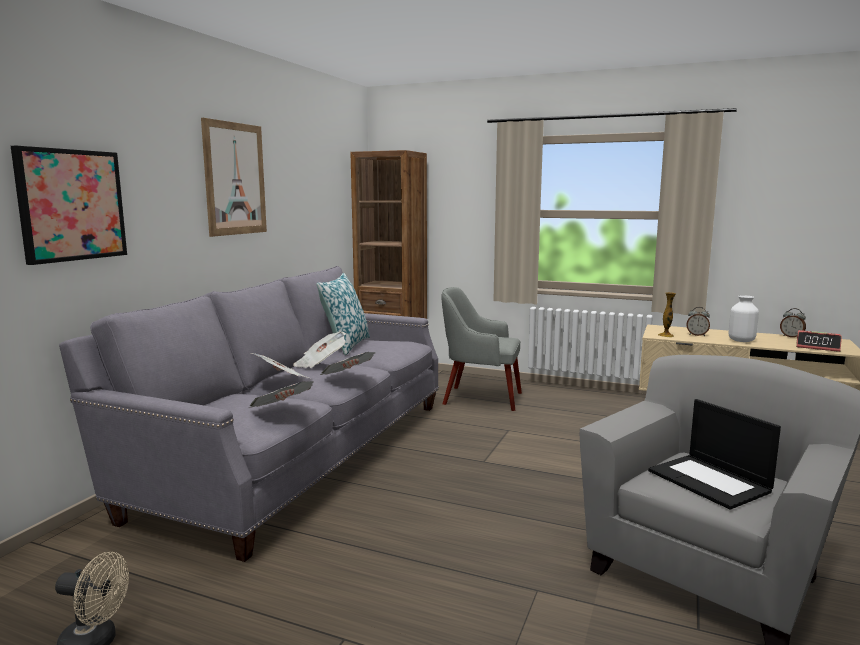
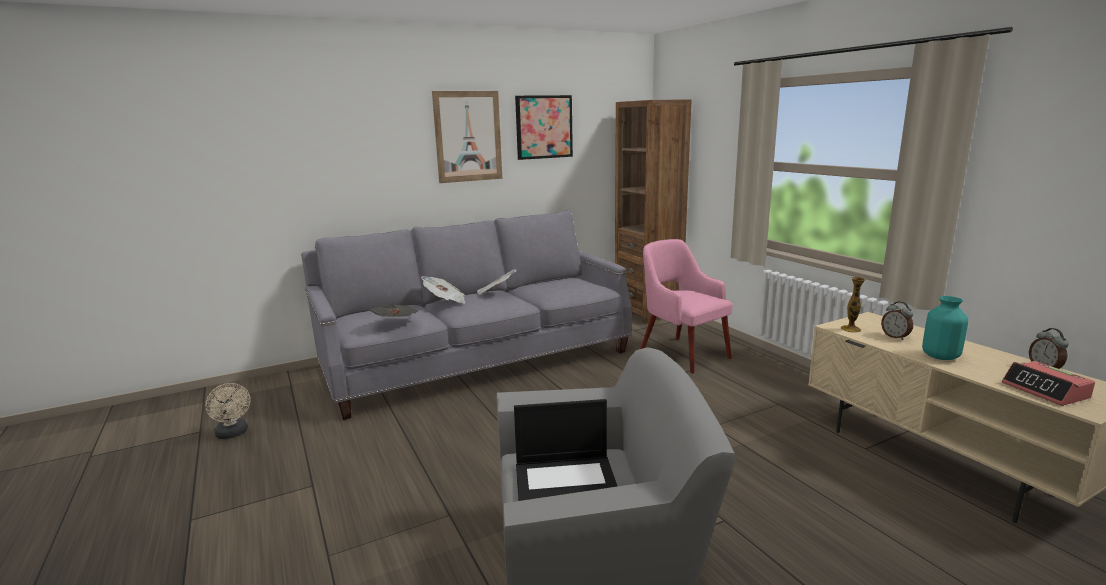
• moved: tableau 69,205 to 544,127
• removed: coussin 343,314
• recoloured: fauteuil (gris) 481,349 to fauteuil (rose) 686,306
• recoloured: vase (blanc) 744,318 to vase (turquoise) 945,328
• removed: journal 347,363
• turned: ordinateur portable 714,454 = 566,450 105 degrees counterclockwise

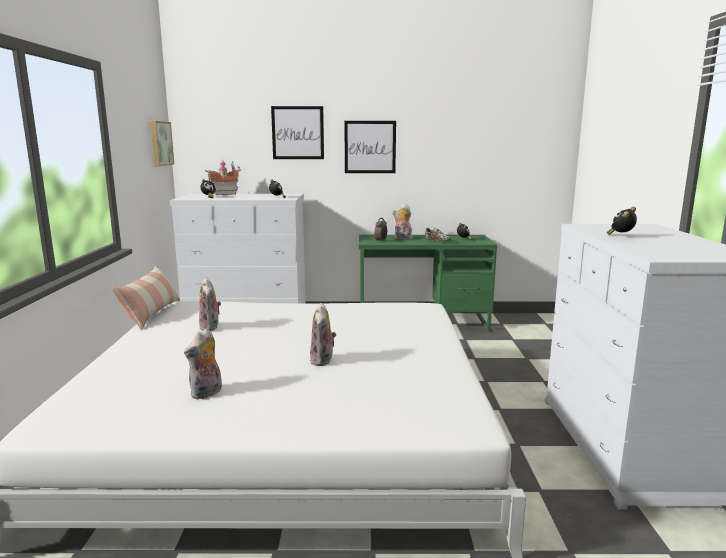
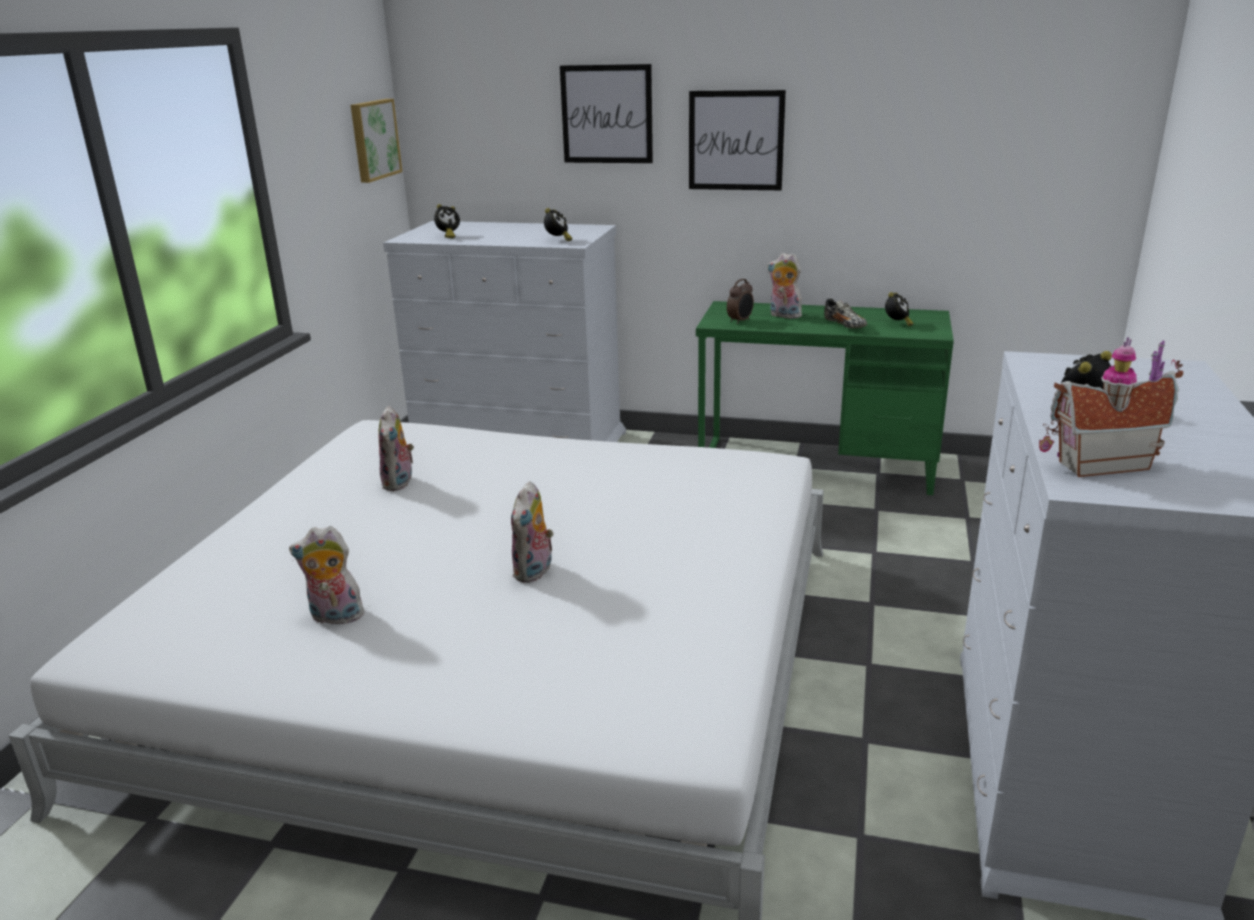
• moved: maison miniature 223,177 to 1111,407
• removed: coussin 146,297
• turned: peluche 203,364 = 326,575 45 degrees clockwise

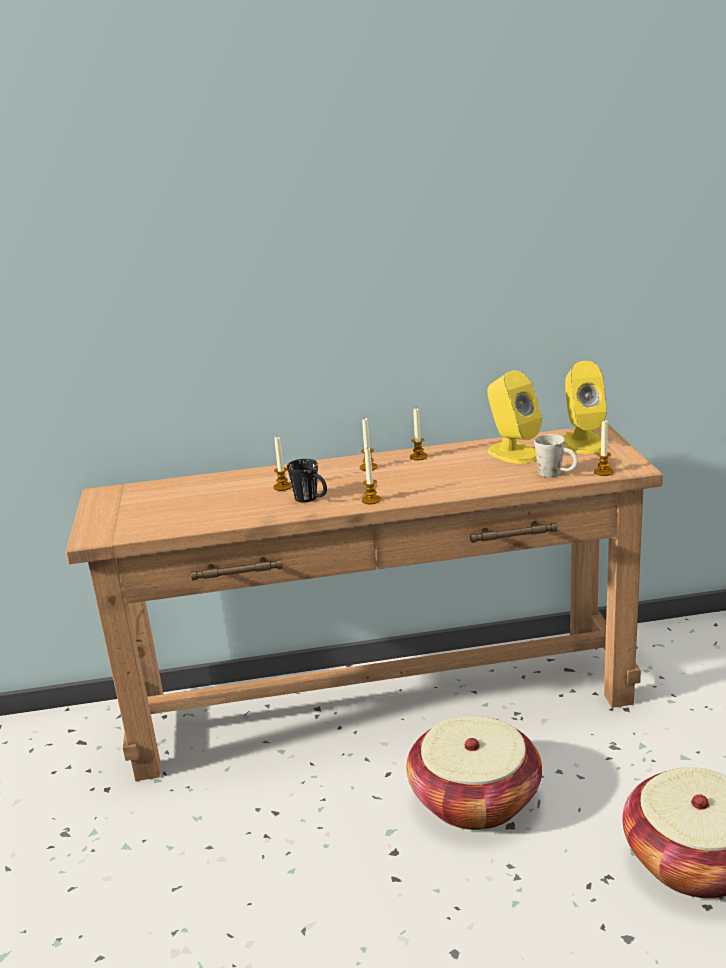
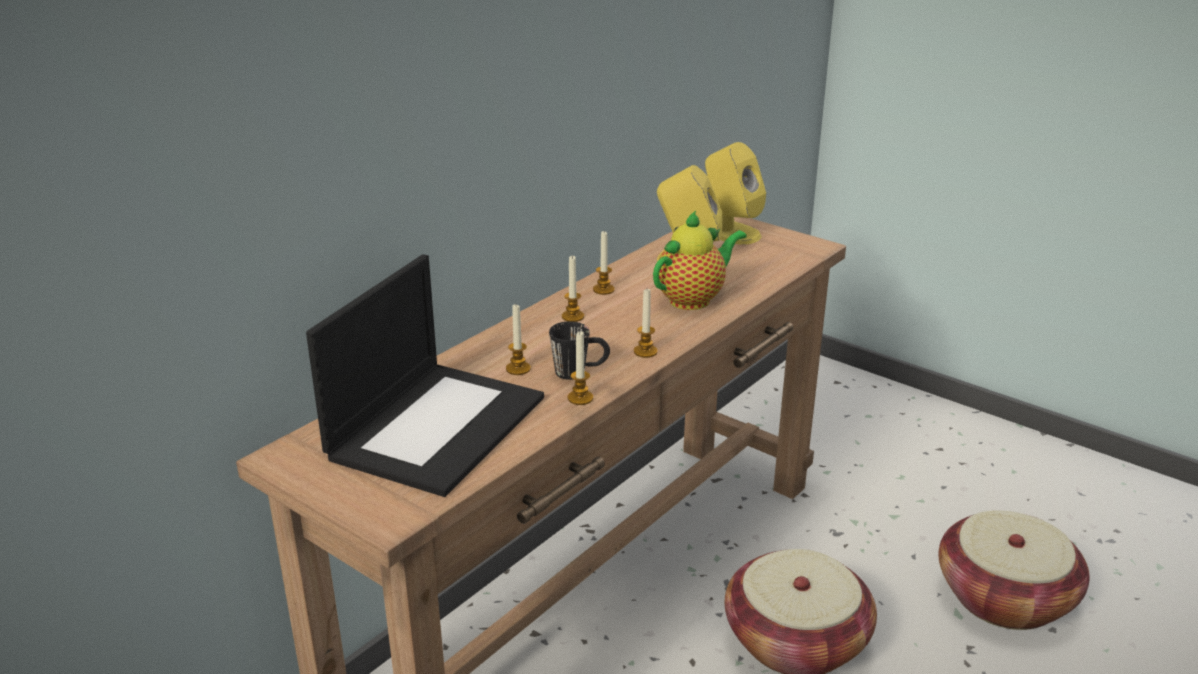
• moved: bougie 604,448 to 580,368
• removed: mug (blanc) 556,455
• added: théière 700,260
• added: ordinateur portable 425,375

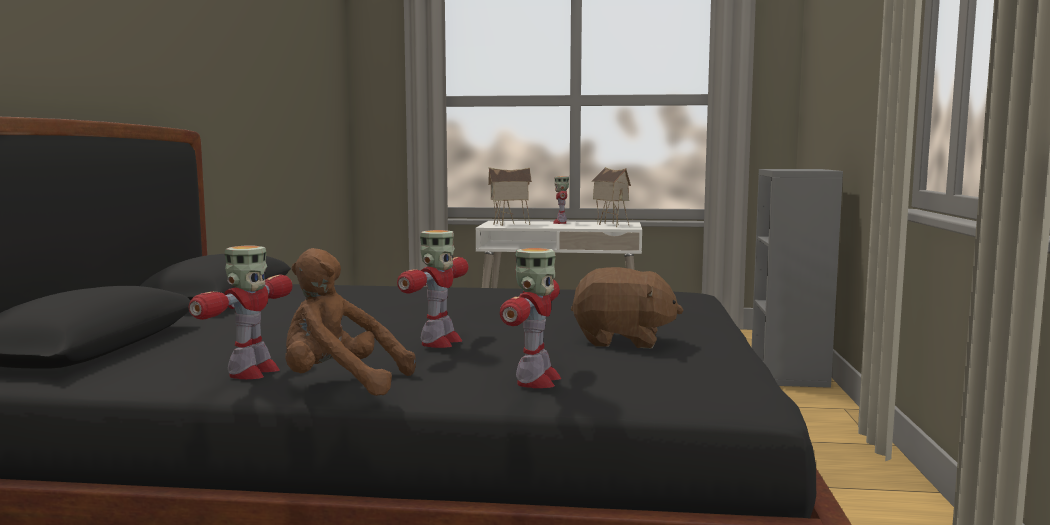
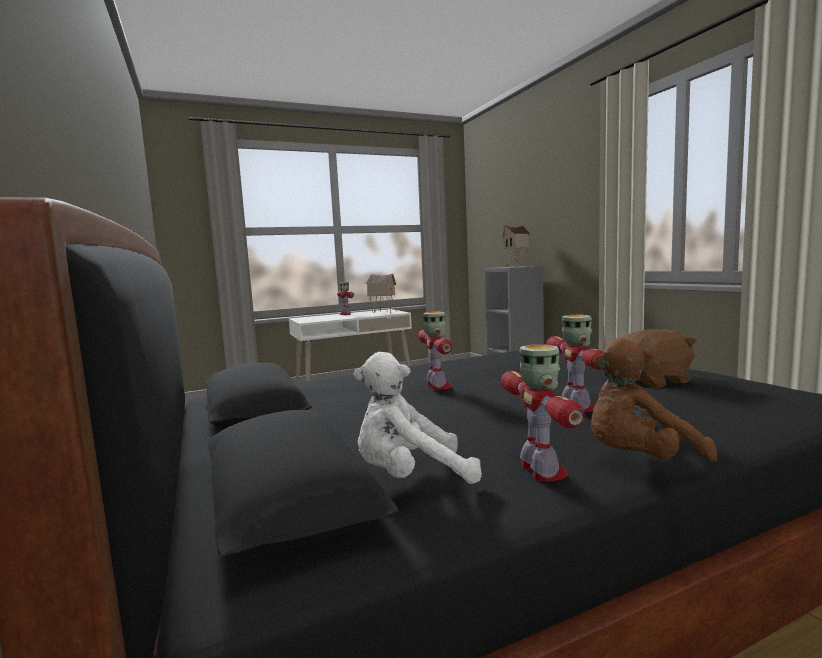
• moved: maison miniature 510,196 to 516,246
• moved: robot jouet 530,318 to 435,351
• added: peluche (blanc) 417,418

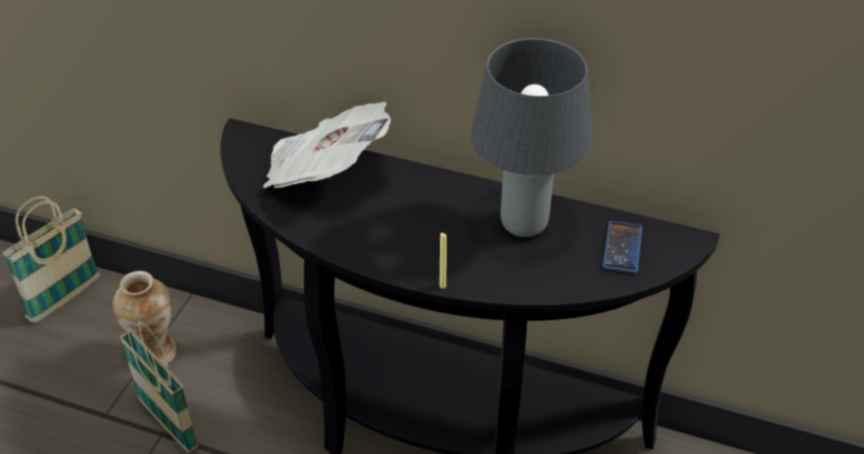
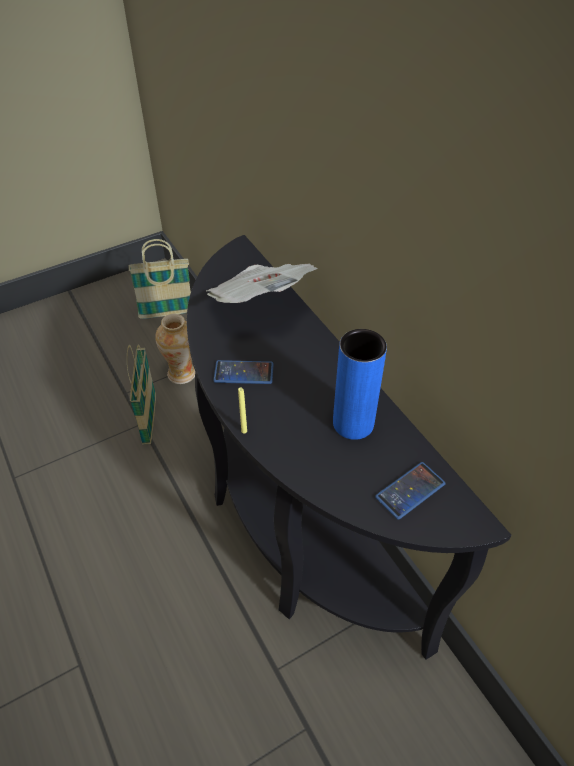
• replaced: lampe de table (gris) 531,137 to vase (bleu) 360,384
• added: téléphone 243,372

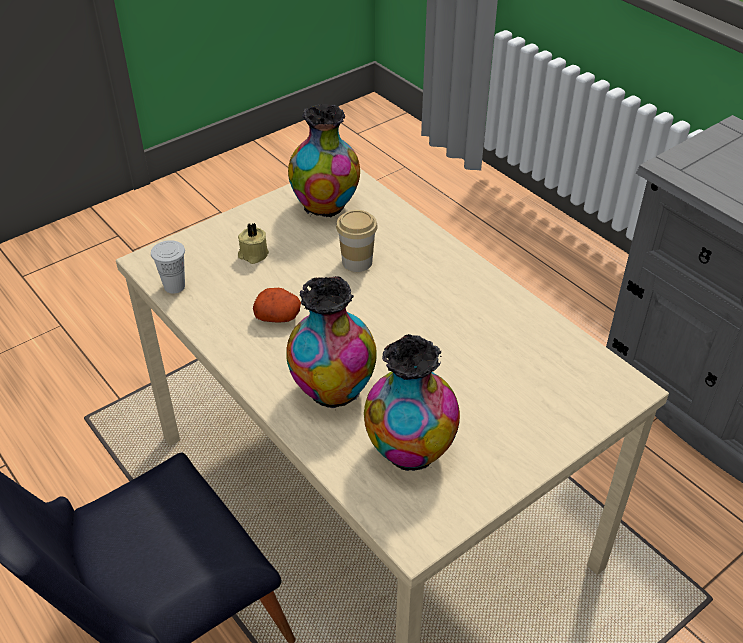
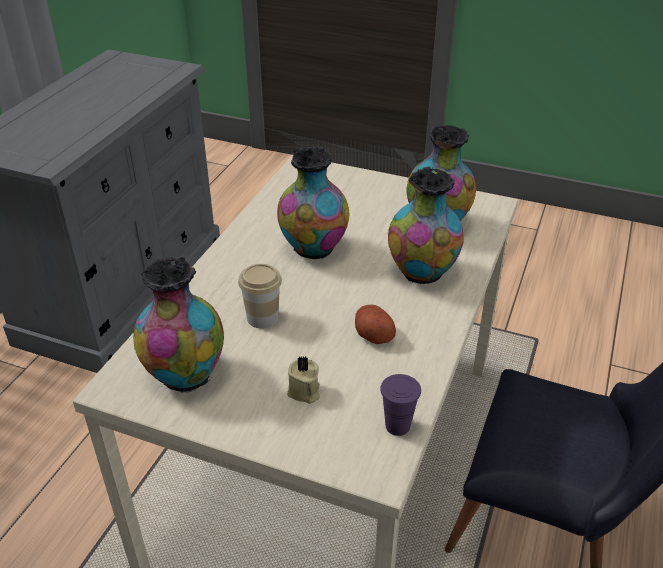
• recoloured: tasse (blanc) 168,267 to tasse (violet) 400,405
• added: vase 313,202

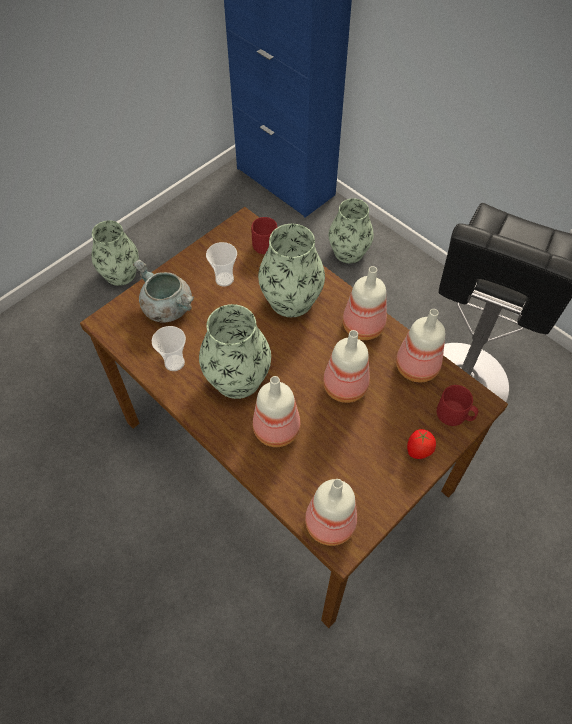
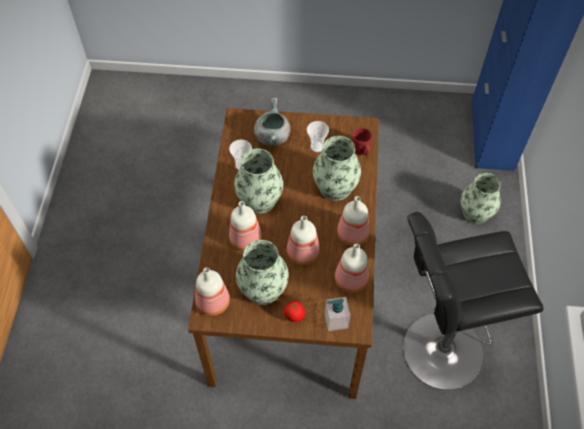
• moved: vase 115,253 to 262,272
• replaced: mug (rouge) 457,405 to distributeur de savon 337,314

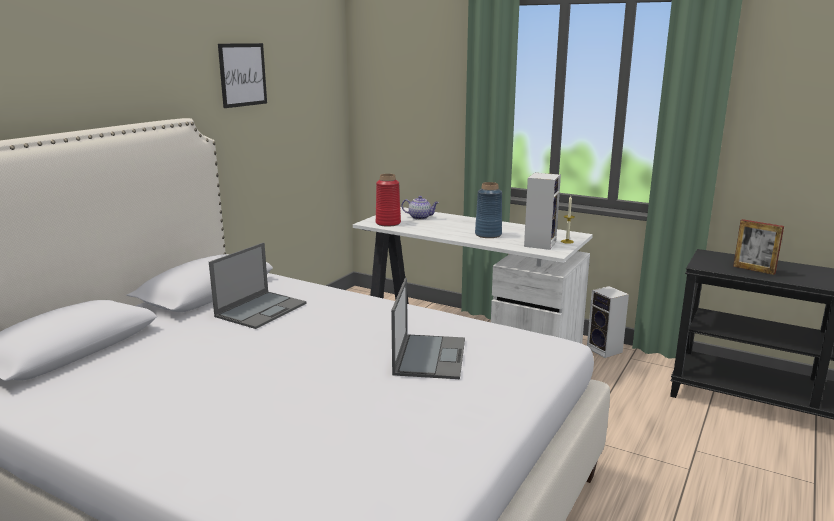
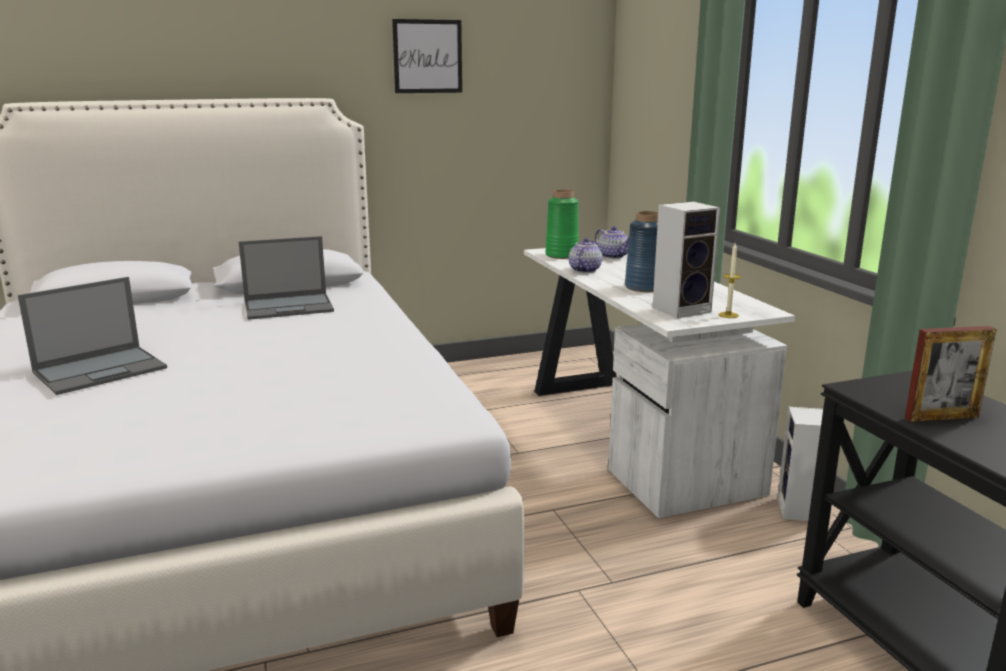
• recoloured: vase (rouge) 388,200 to vase (vert) 562,224
• turned: cadre photo 758,247 = 951,374 90 degrees counterclockwise
• moved: ordinateur portable 428,328 to 92,336
• added: théière 585,255

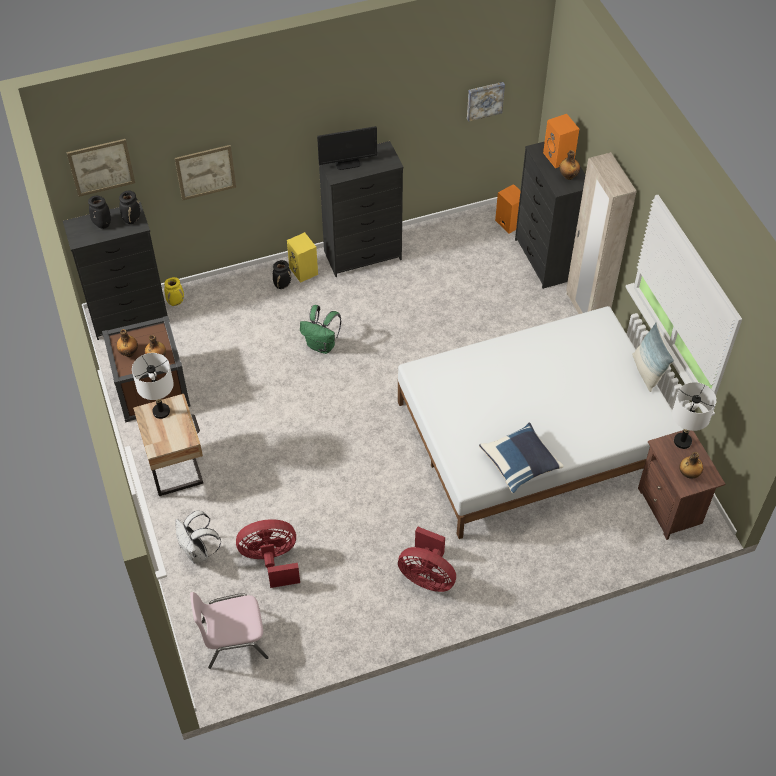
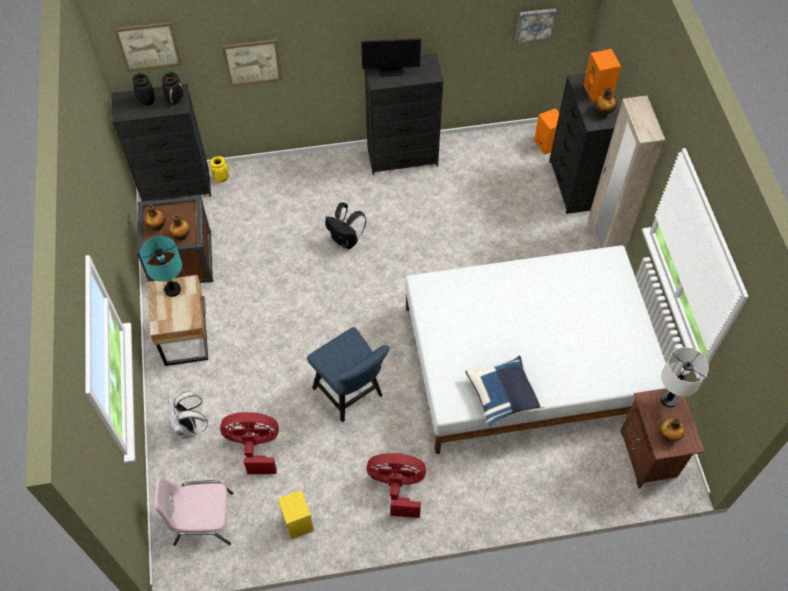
• moved: enceinte (jaune) 302,257 to 296,514
• removed: vase (noir) 282,274
• recoloured: sac à dos (vert) 320,329 to sac à dos (noir) 345,226
• removed: coussin 653,357
• recoloured: lampe de table (blanc) 153,386 to lampe de table (turquoise) 161,266
• turned: ventilateur (rouge) 427,559 = 396,485 150 degrees clockwise
• added: chaise (bleu) 348,374

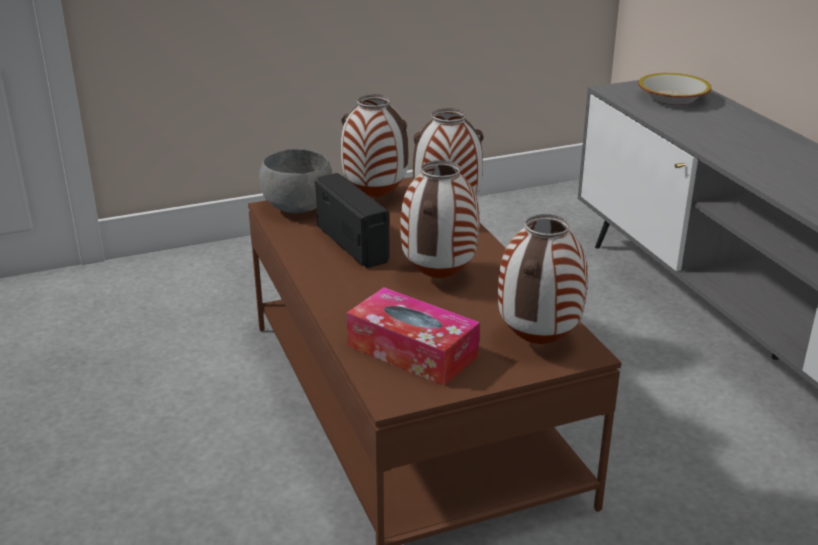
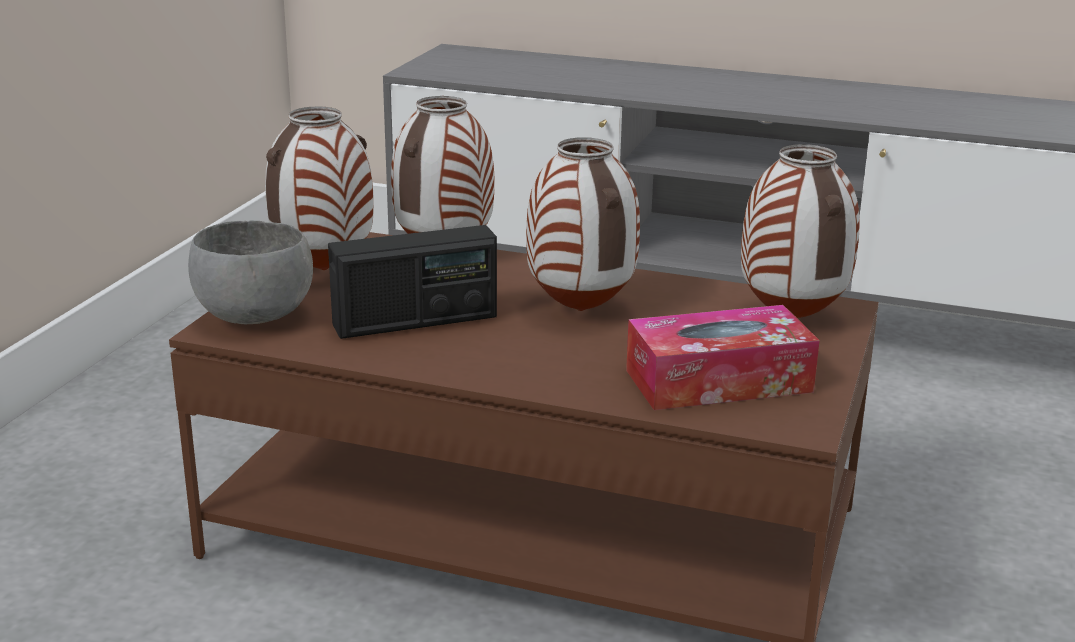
• removed: bol 675,89
• turned: radio 352,220 = 412,282 150 degrees clockwise

